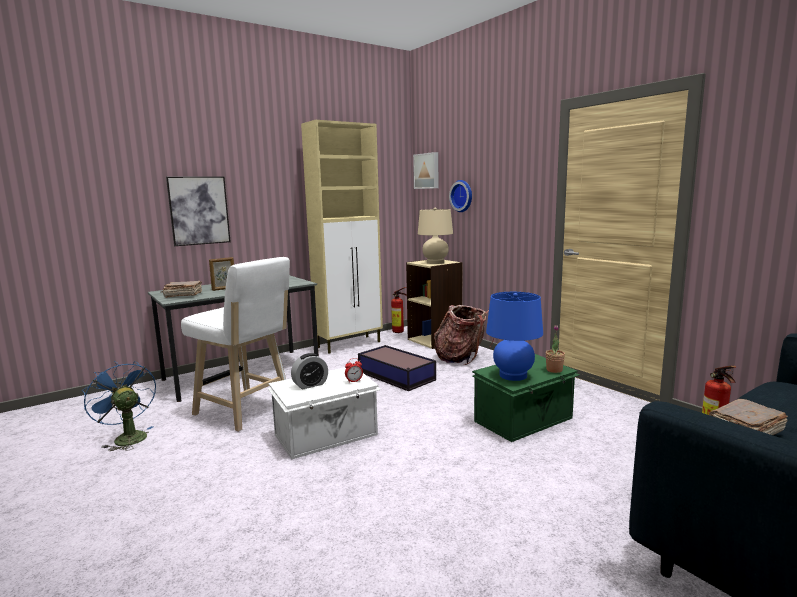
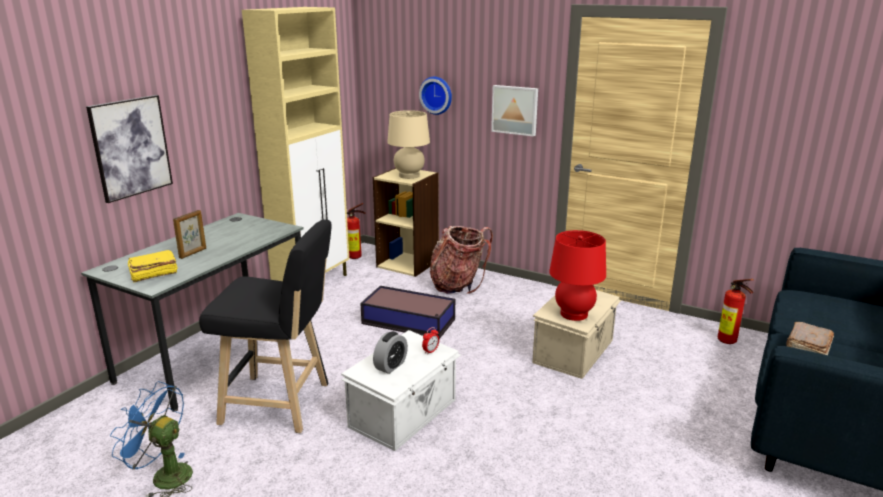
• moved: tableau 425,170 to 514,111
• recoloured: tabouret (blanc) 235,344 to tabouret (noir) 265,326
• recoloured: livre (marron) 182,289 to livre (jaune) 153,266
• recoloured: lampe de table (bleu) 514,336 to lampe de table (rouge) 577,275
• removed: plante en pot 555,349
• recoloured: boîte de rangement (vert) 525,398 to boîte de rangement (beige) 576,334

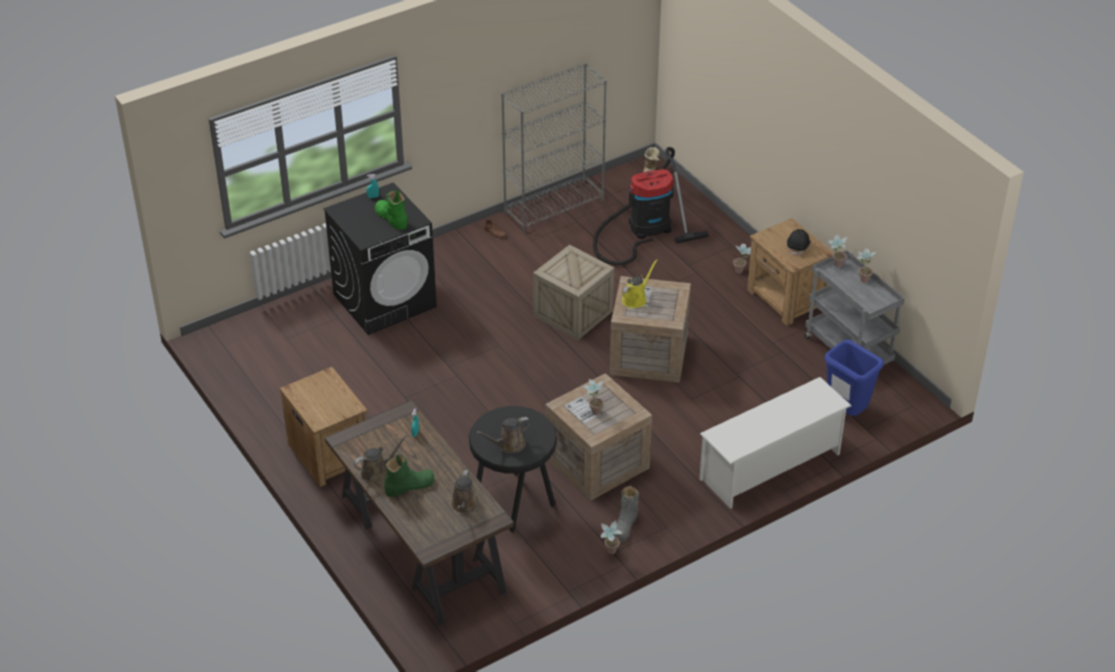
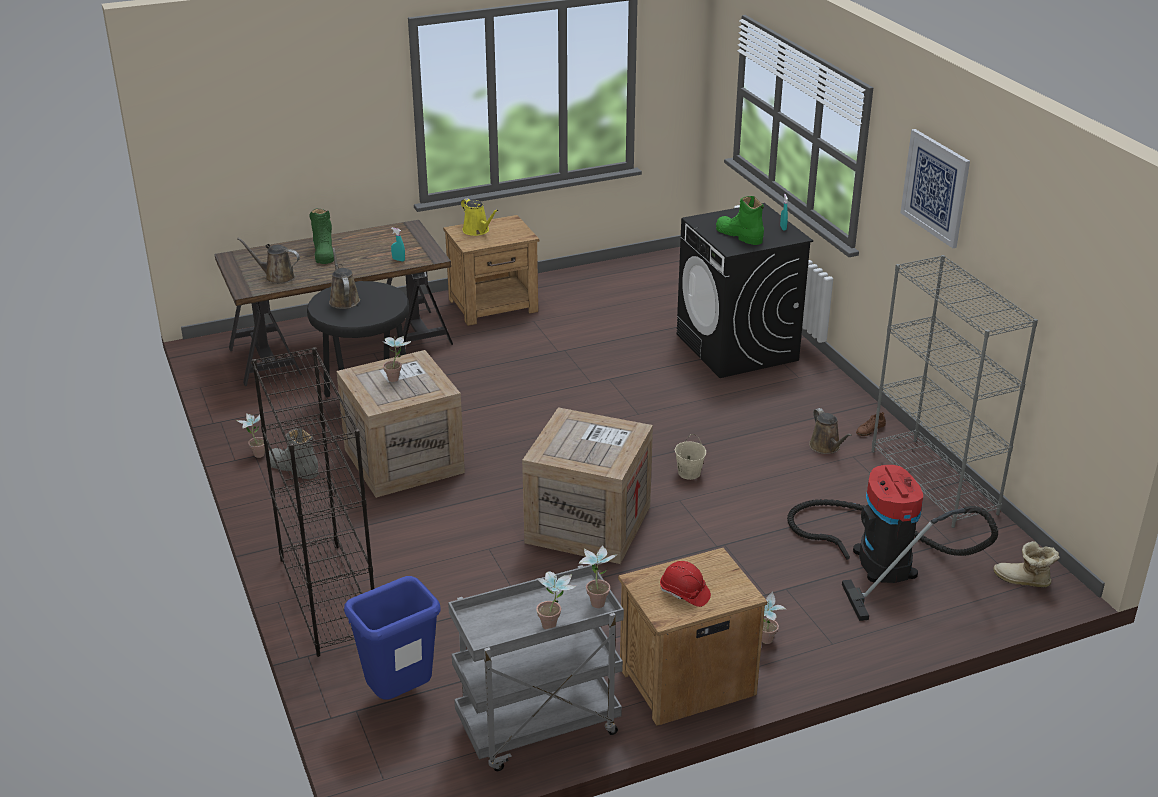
• turned: botte (vert) 391,210 = 740,220 105 degrees counterclockwise
• recoloured: casque de chantier (noir) 799,242 to casque de chantier (rouge) 685,584
• replaced: caisse 573,292 to seau (beige) 690,457
• moved: arrosoir (jaune) 640,283 to 480,217
• replaced: étagère à chaussures (blanc) 775,443 to bibliothèque (noir) 313,502
• moved: arrosoir (marron) 381,459 to 830,431
• added: tableau 935,188

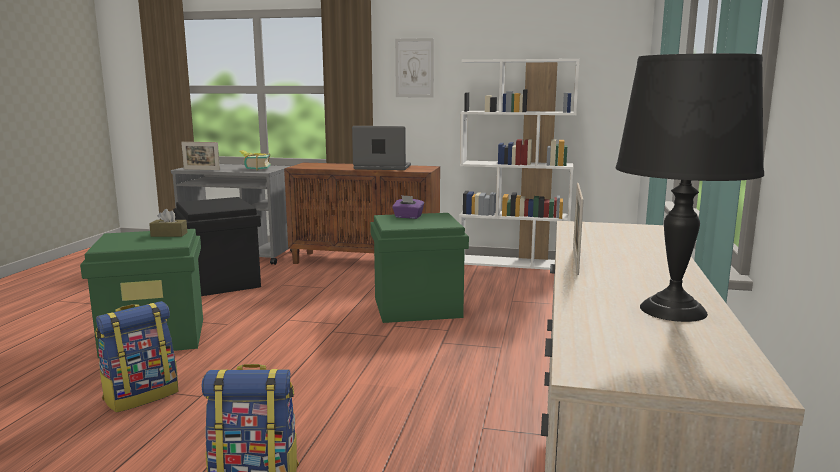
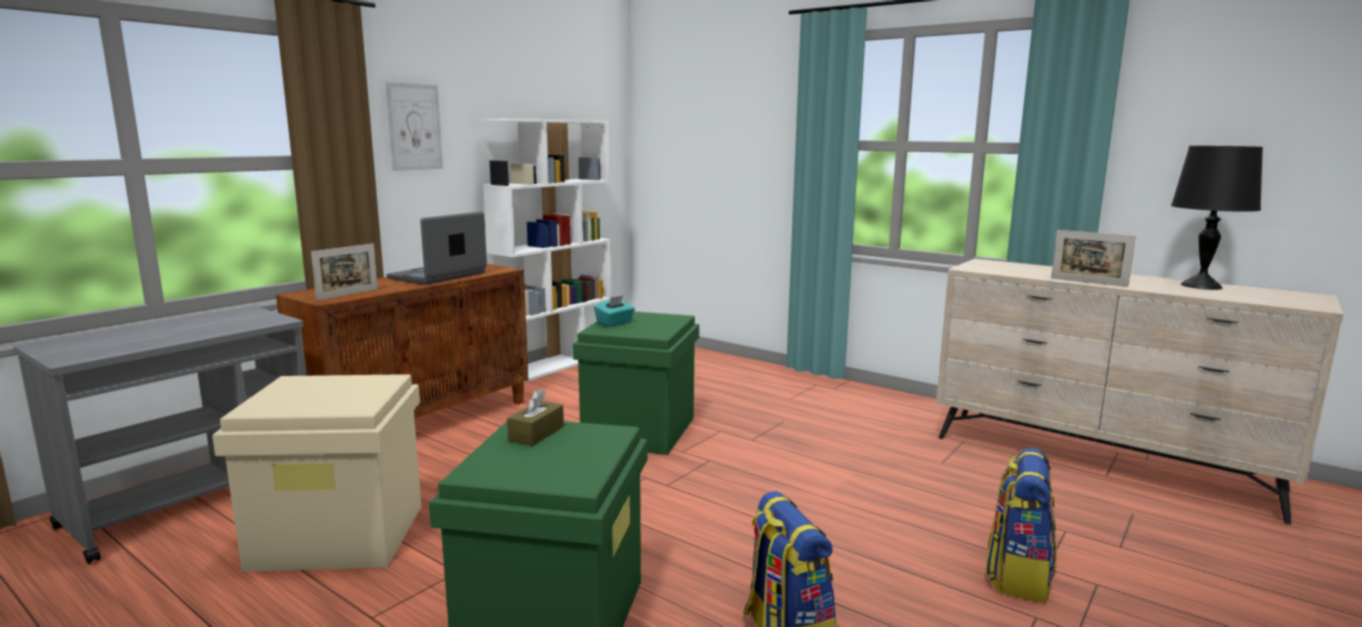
• moved: cadre photo 200,156 to 344,272
• removed: livre 255,160
• recoloured: boîte à mouchoirs (violet) 408,207 to boîte à mouchoirs (turquoise) 614,311
• recoloured: boîte de rangement (noir) 217,246 to boîte de rangement (beige) 317,473

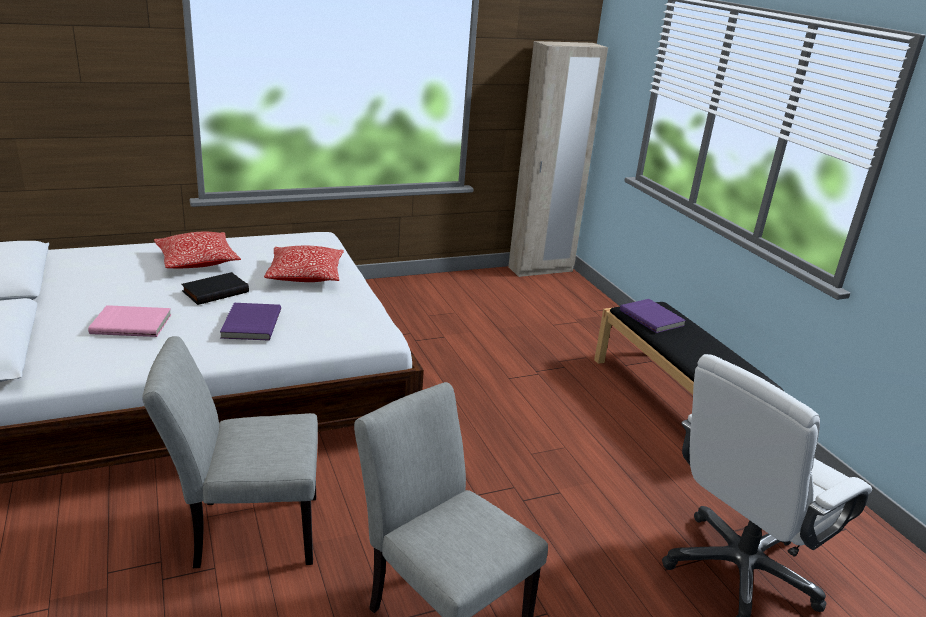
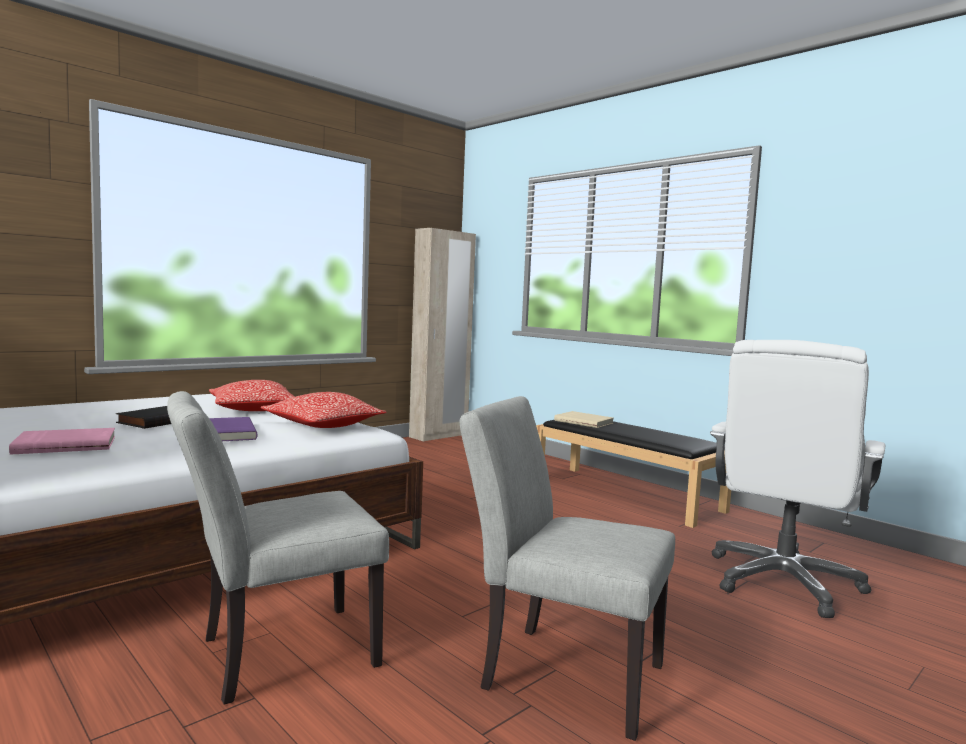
• moved: coussin 197,250 to 324,410
• recoloured: livre (violet) 653,316 to livre (beige) 583,419

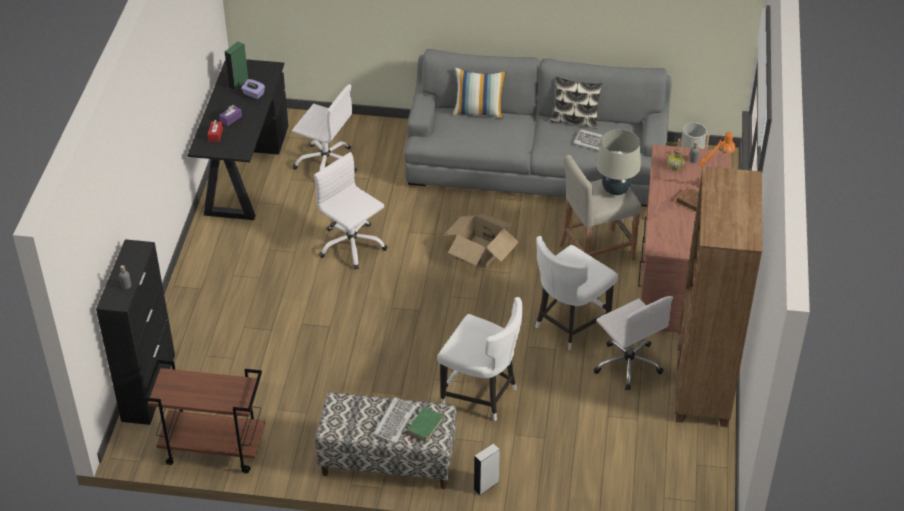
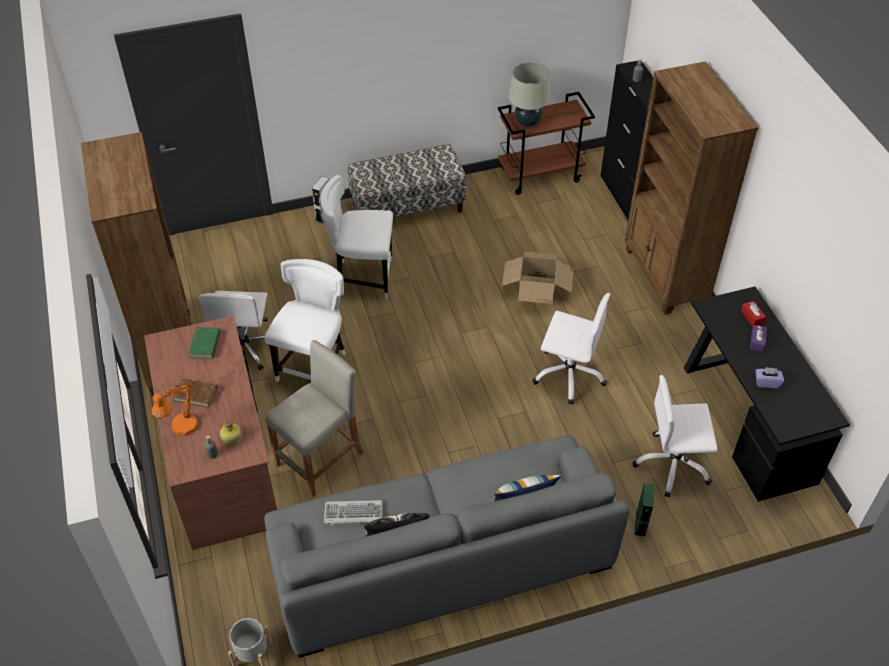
• moved: enceinte (vert) 236,66 to 644,510
• moved: lampe de table (beige) 618,162 to 529,94
• moved: carton 481,240 to 538,278
• turned: chaise de bureau (blanc) 633,343 = 233,330 120 degrees counterclockwise
• removed: clavier 395,420
• moved: livre (vert) 425,425 to 204,343
• added: bibliothèque (marron) 691,188

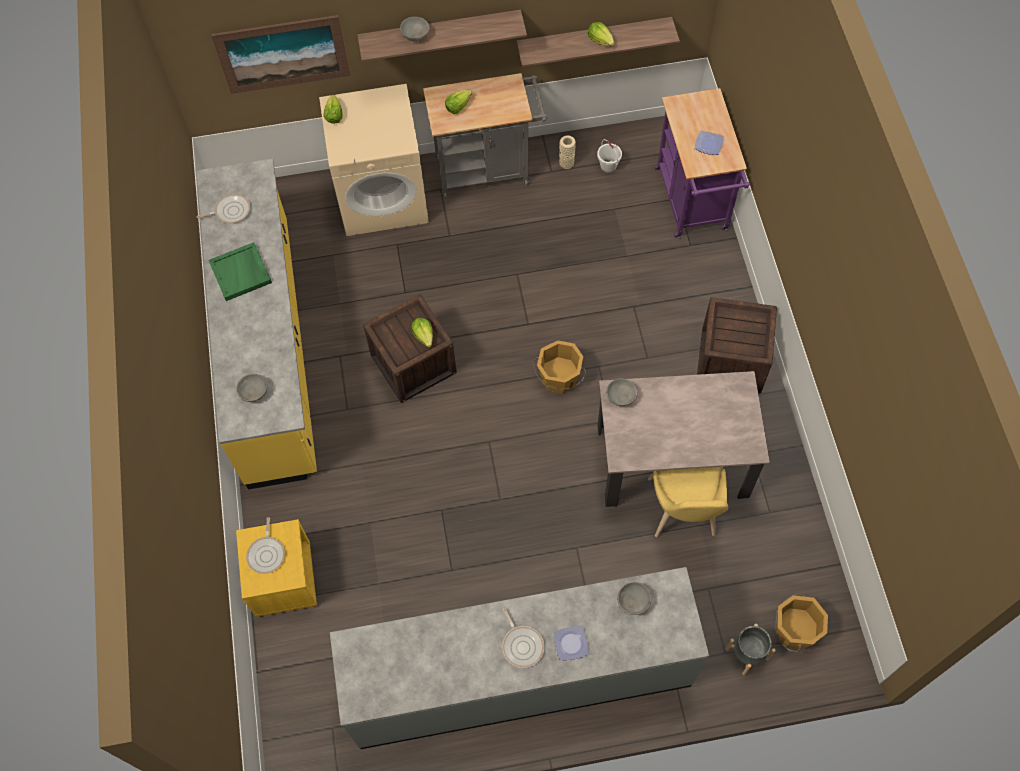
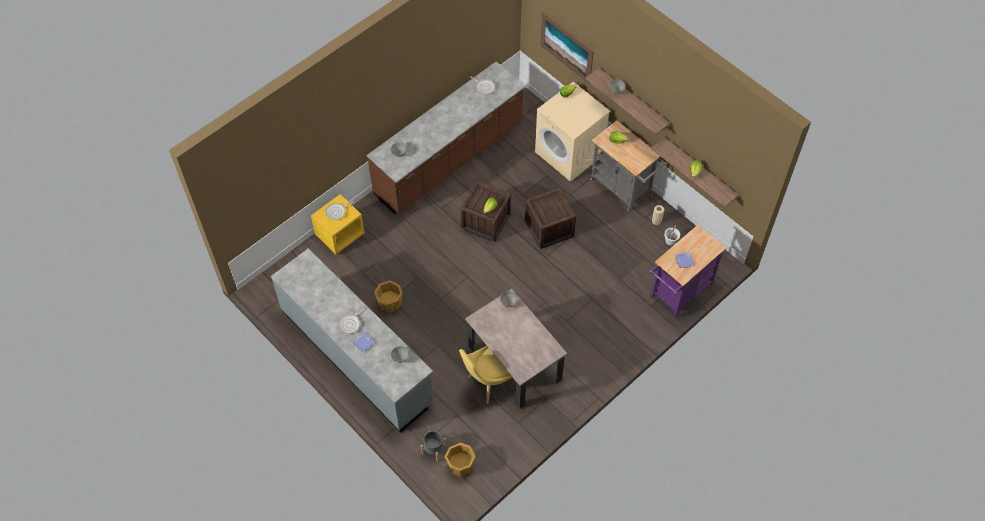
• recoloured: comptoir de cuisine (jaune) 257,324 to comptoir de cuisine (marron) 446,138
• removed: plateau (vert) 240,271
• moved: caisse 737,345 to 550,218
• moved: seau (orange) 559,367 to 388,296

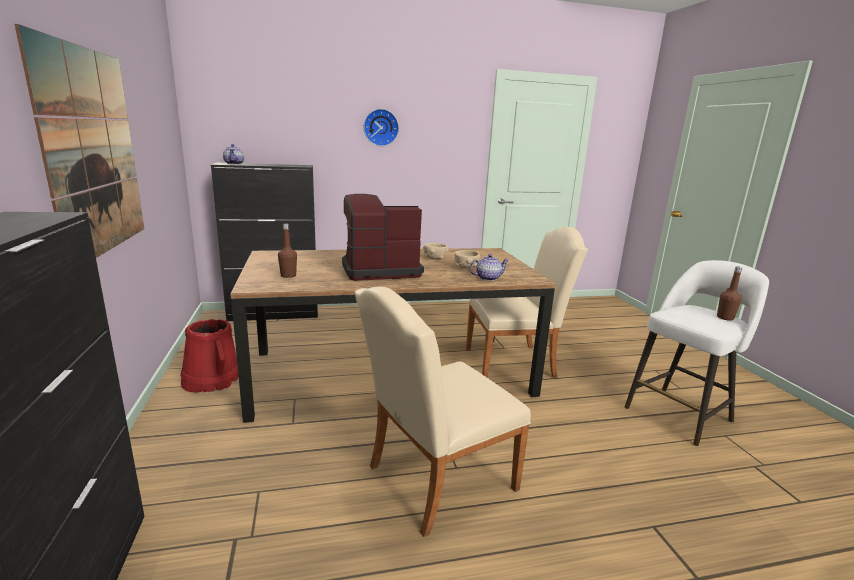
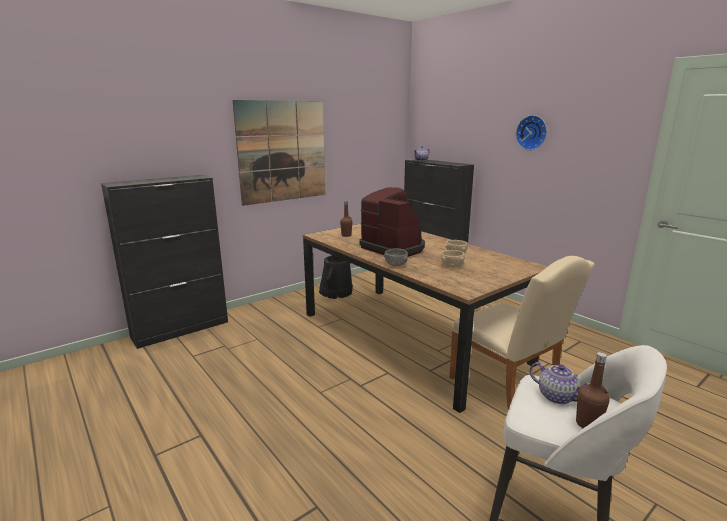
• moved: théière 489,267 to 559,383
• removed: chaise (beige) 443,411
• recoloured: seau (rouge) 209,356 to seau (noir) 336,277
• added: bol (gris) 396,257

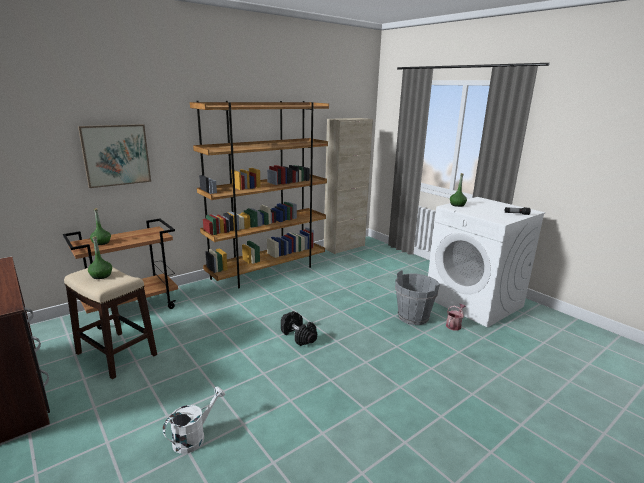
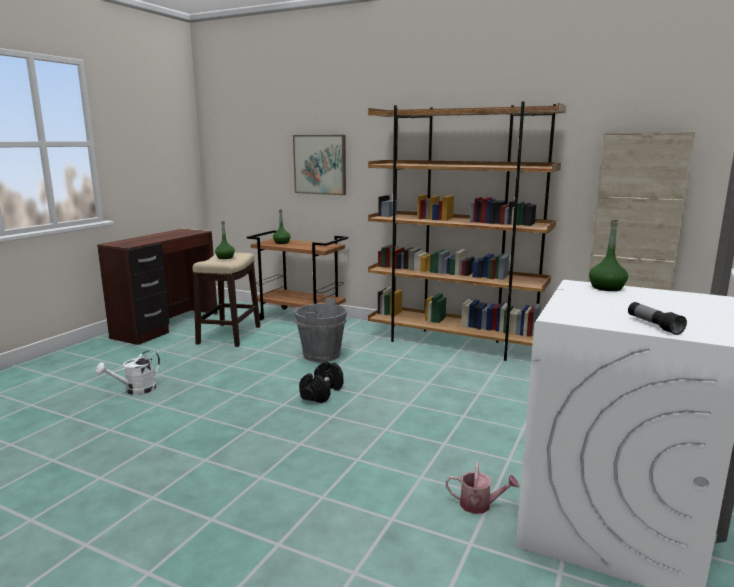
• moved: seau (gris) 417,297 to 321,330
• turned: arrosoir (blanc) 194,420 = 128,372 120 degrees clockwise

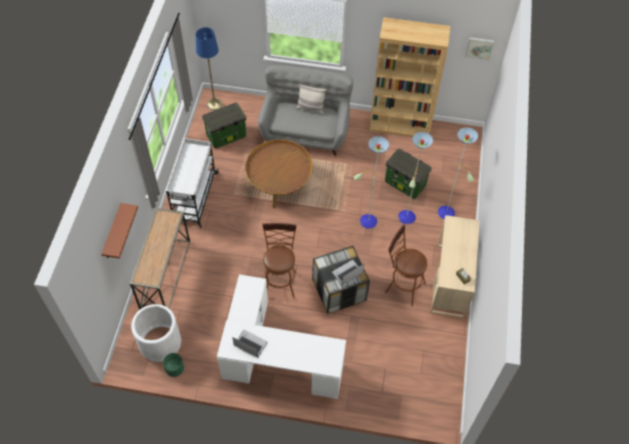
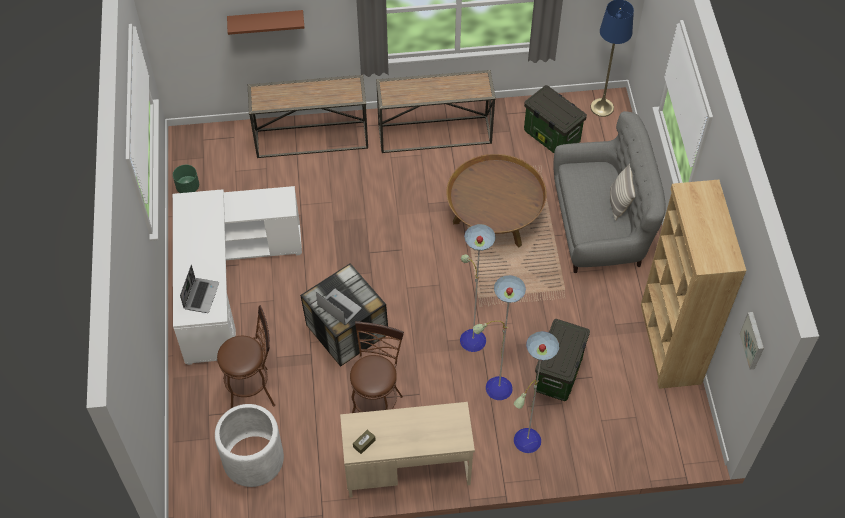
• replaced: chariot (blanc) 192,183 to table console 436,111
• moved: tabouret (marron) 279,261 to 246,356
• moved: cache-pot (blanc) 156,333 to 249,445
• moved: ordinateur portable 250,343 to 199,289

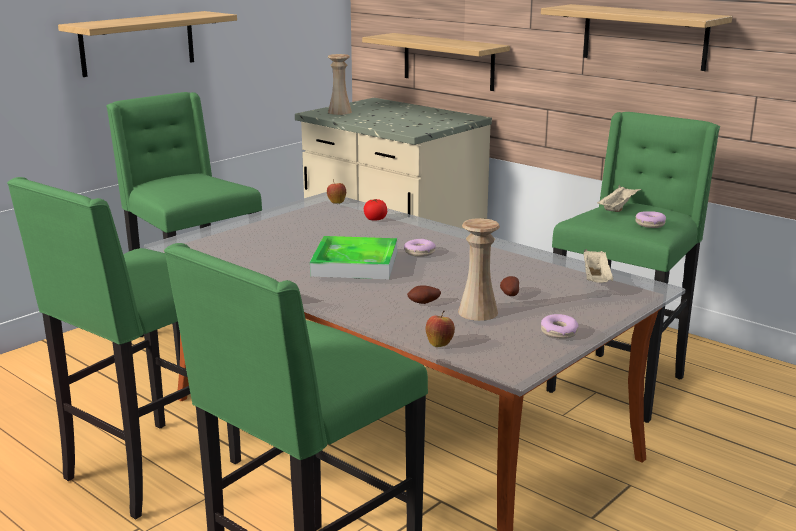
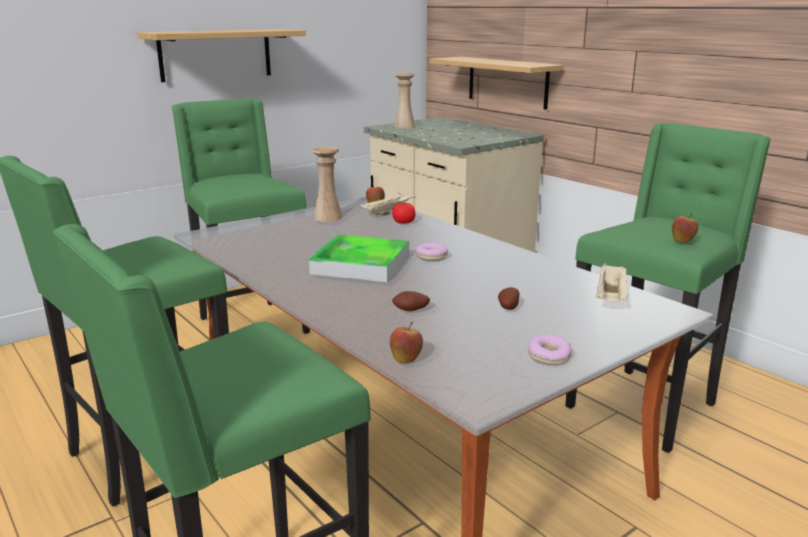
• removed: étagère 636,37
• moved: plateau (beige) 619,198 to 386,203
• replaced: beignet 650,219 to pomme 685,228
• moved: vase (beige) 479,269 to 327,184

